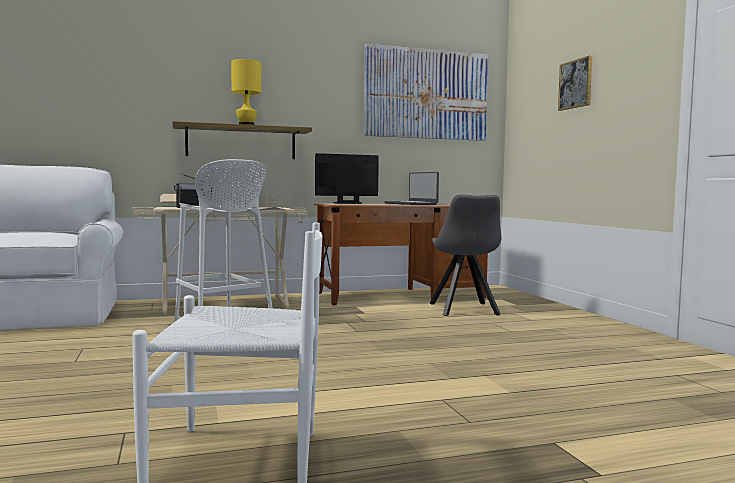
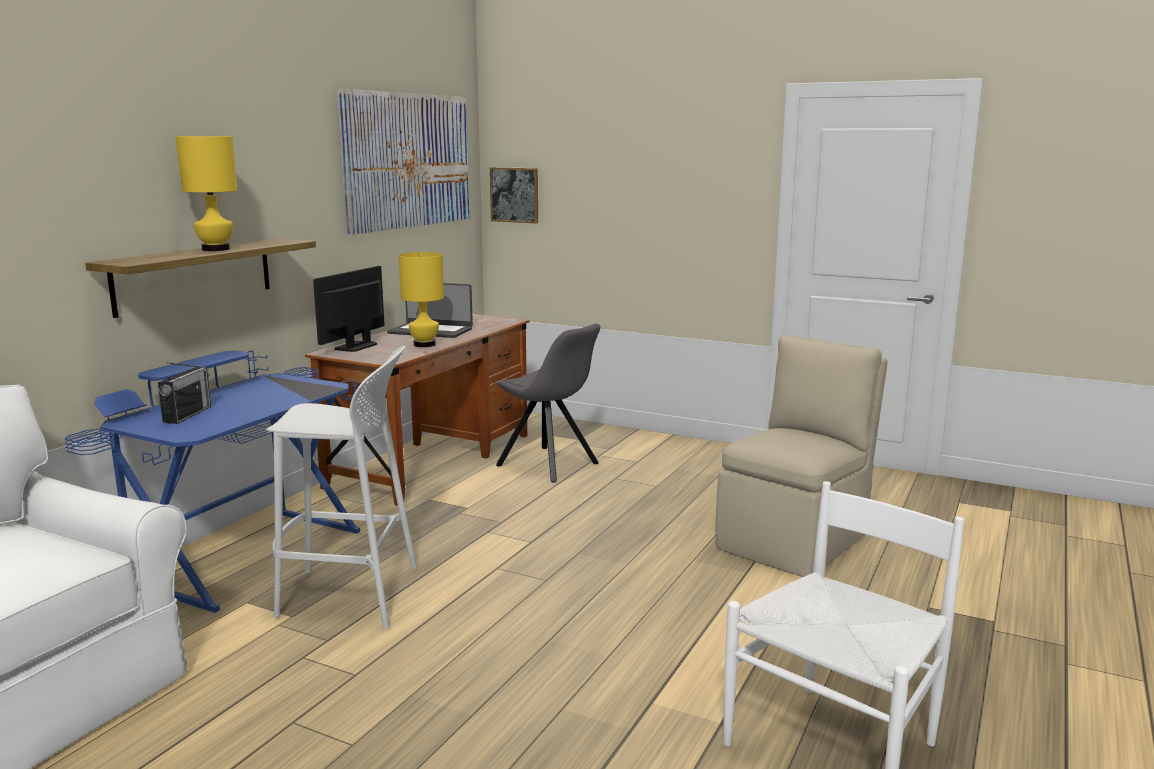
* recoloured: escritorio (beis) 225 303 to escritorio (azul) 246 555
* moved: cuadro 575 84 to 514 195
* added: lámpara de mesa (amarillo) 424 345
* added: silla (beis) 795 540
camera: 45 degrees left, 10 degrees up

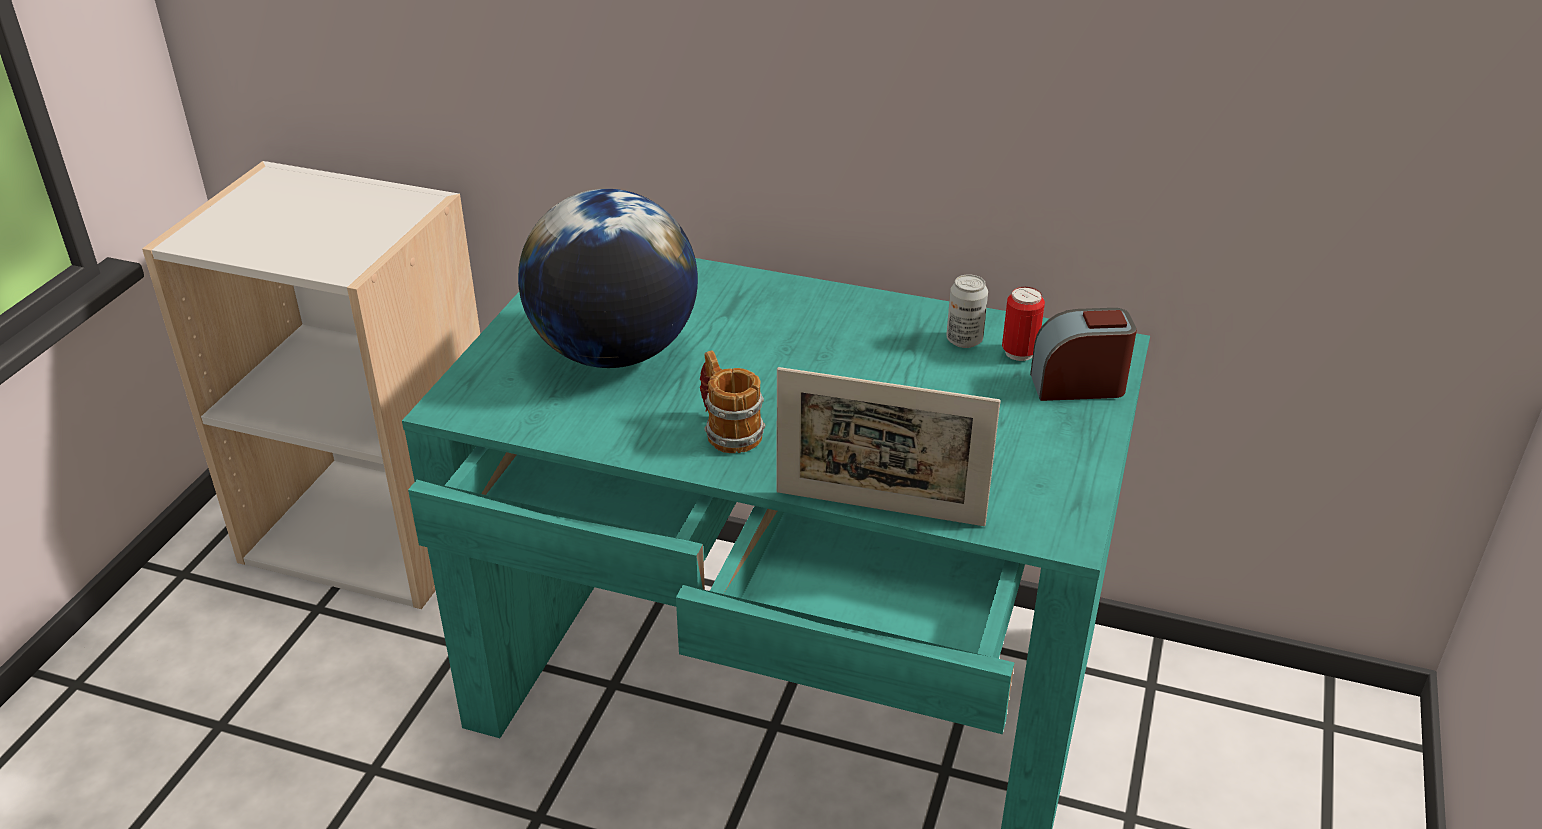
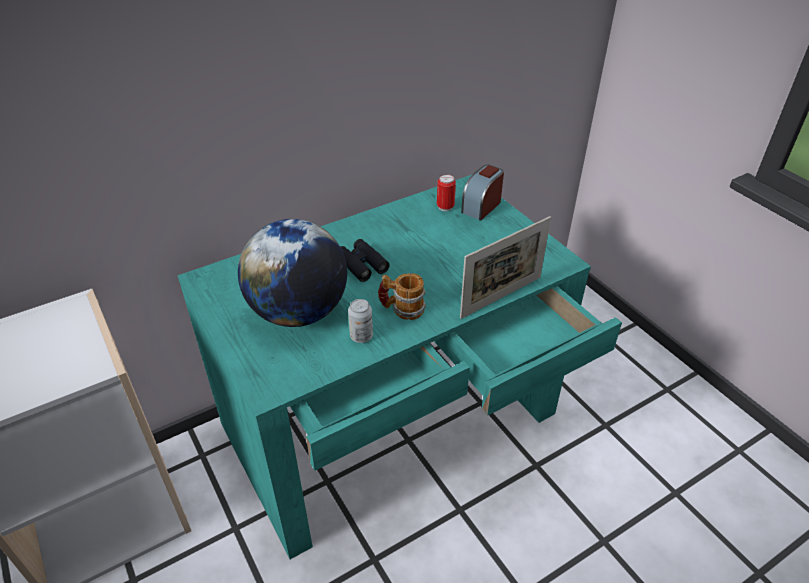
* moved: lata 964 340 to 361 336
* added: prismáticos (negro) 362 265
camera: 50 degrees left, 5 degrees up

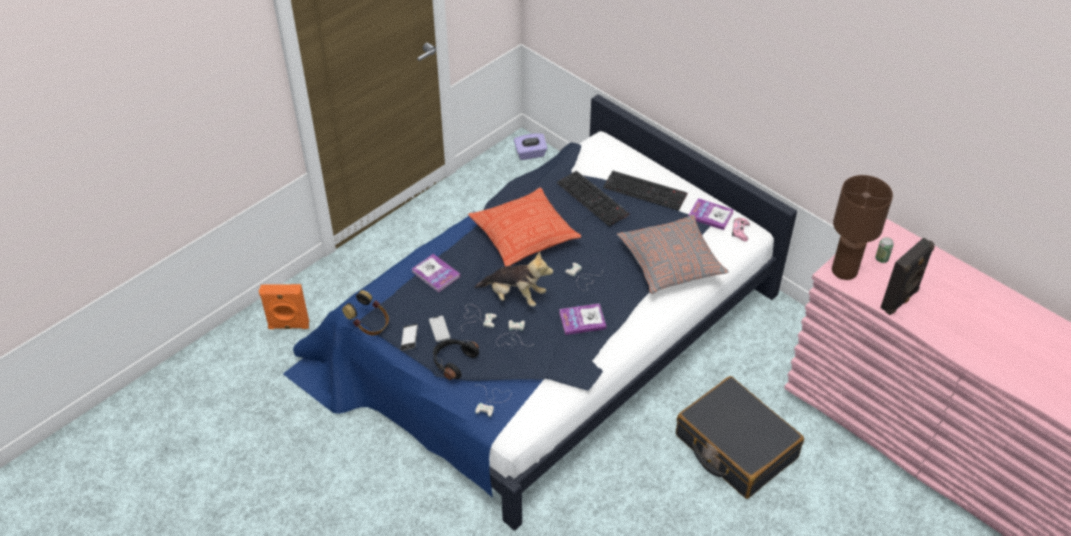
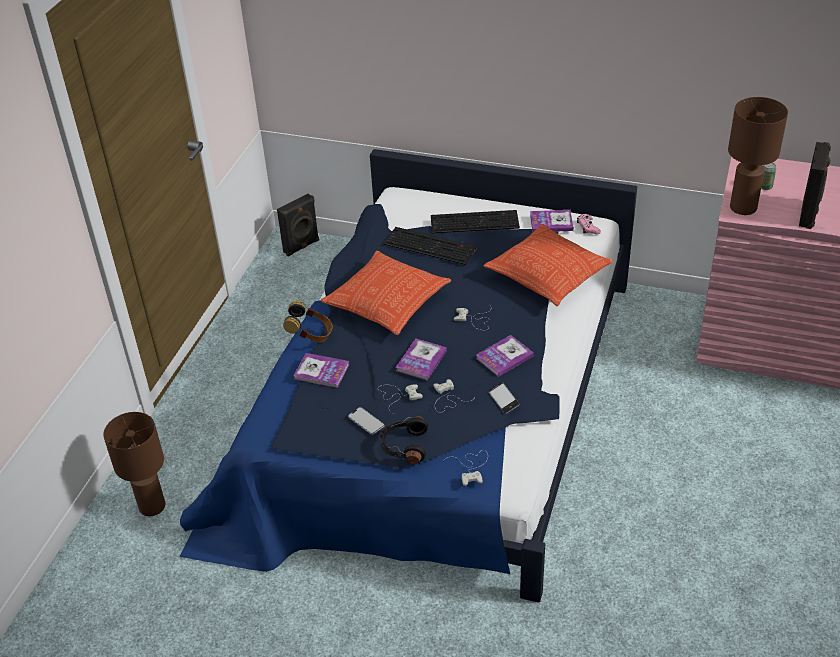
* replaced: altavoz (naranja) 288 326 to lámpara de mesa (marrón) 152 506
* moved: auriculares 369 324 to 311 335
* moved: móvil 409 339 to 503 400
* replaced: peluche 514 296 to libro 421 360
* replaced: caja de pañuelos (morado) 530 154 to altavoz (negro) 302 247
* recoloured: cojín (gris) 671 264 to cojín (naranja) 548 277
* removed: maleta (negro) 735 447
camera: 25 degrees left, 5 degrees down

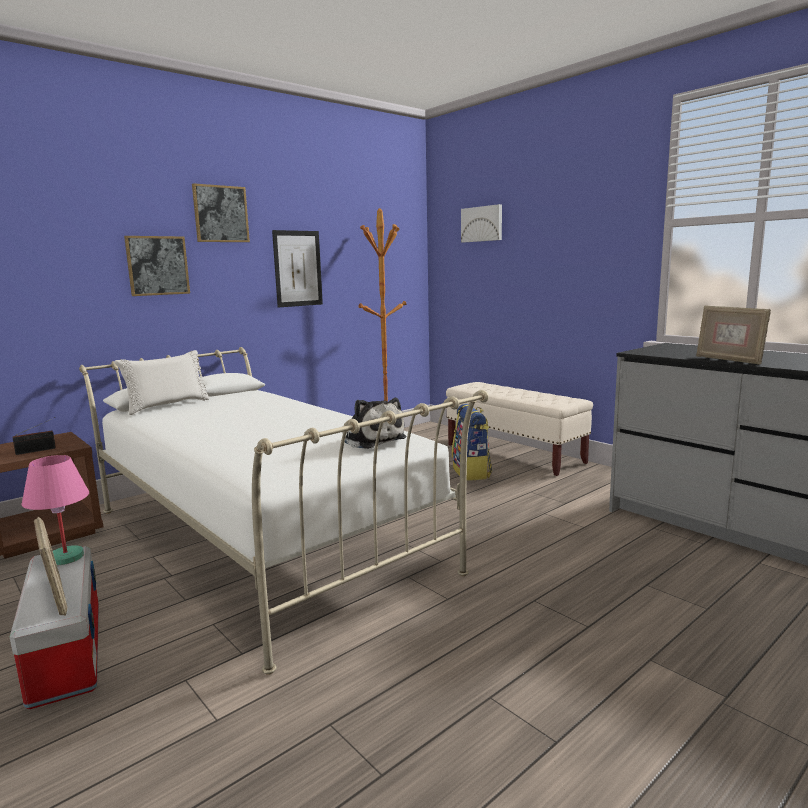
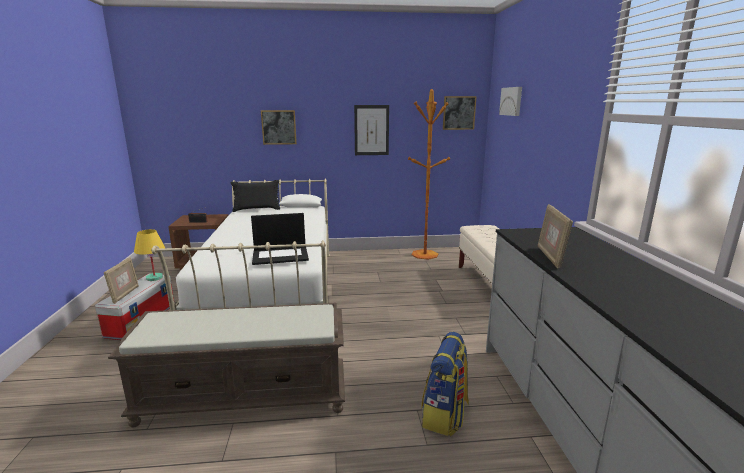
* recoloured: lámpara de mesa (rosa) 65 558 to lámpara de mesa (amarillo) 154 278
* recoloured: cojín (blanco) 167 406 to cojín (negro) 257 209
* moved: cuadro 220 214 to 459 113
* replaced: peluche 371 439 to portátil 281 255
* moved: mochila 472 473 to 445 415
* added: banco (marrón) 246 396
camera: 35 degrees right, 5 degrees up

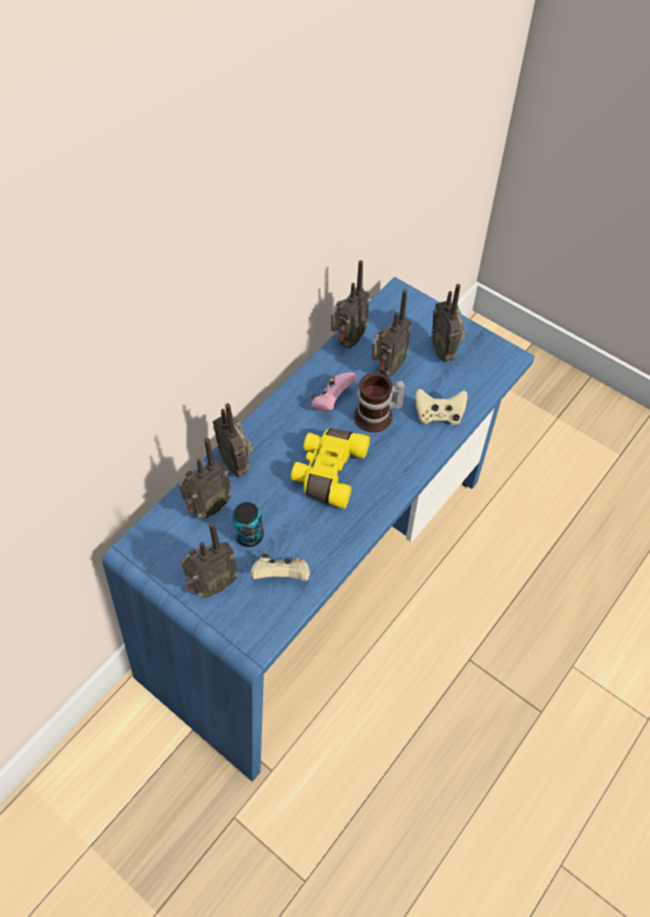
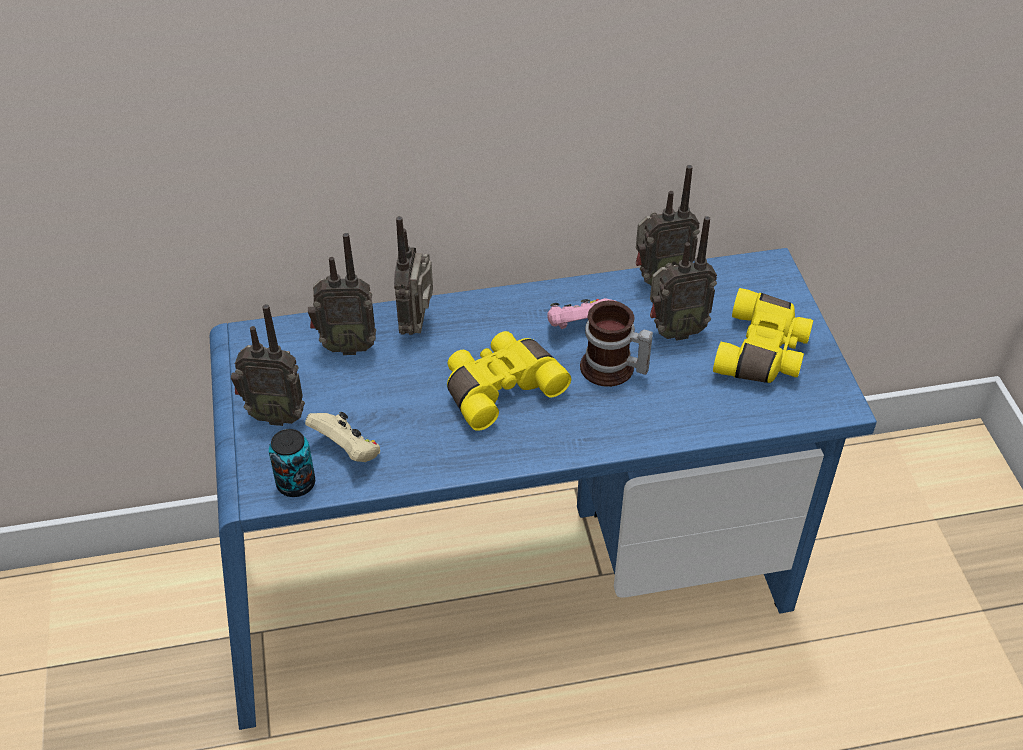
* moved: lata 249 535 to 296 484
* removed: mando de consola (beis) 439 415
* replaced: radio 444 351 to prismáticos (amarillo) 763 352
camera: 40 degrees right, 10 degrees down

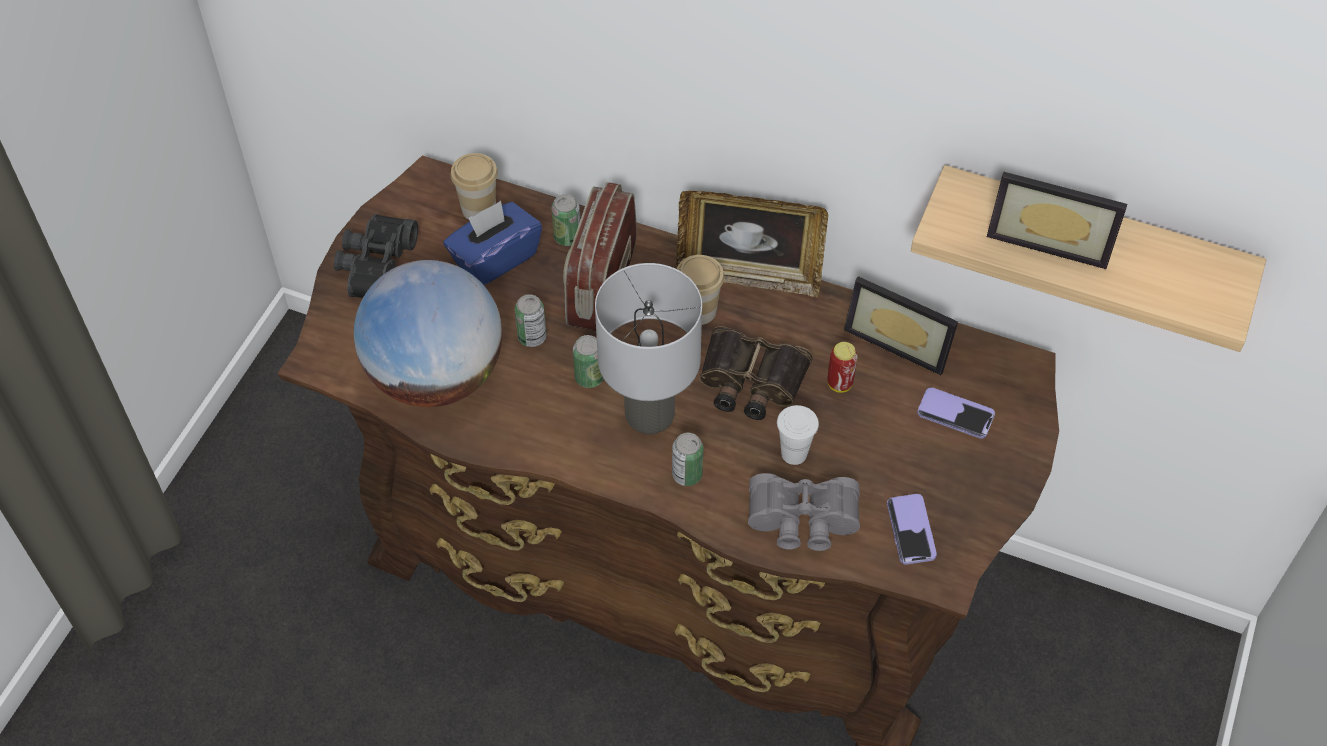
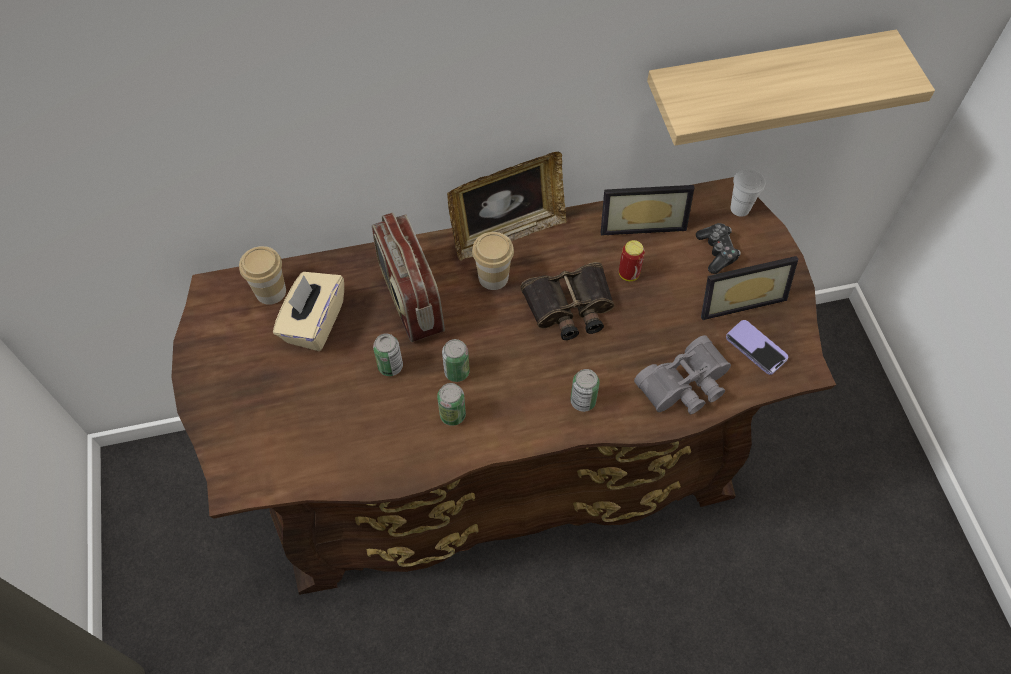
* removed: prismáticos (negro) 375 266
* removed: globo terráqueo 436 375
* recoloured: caja de pañuelos (azul) 495 258 to caja de pañuelos (beis) 314 323
* moved: lata 567 237 to 452 415
* removed: lámpara de mesa (blanco) 646 417
* moved: taza (blanco) 794 454 to 740 208
* replaced: móvil 955 414 to mando de consola 717 252
* moved: portarretratos 1050 237 to 738 297
camera: 35 degrees left, 5 degrees up

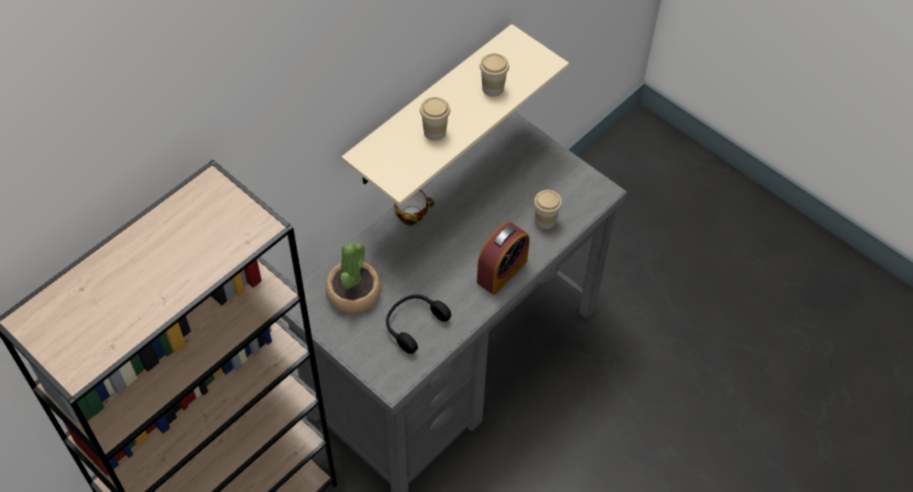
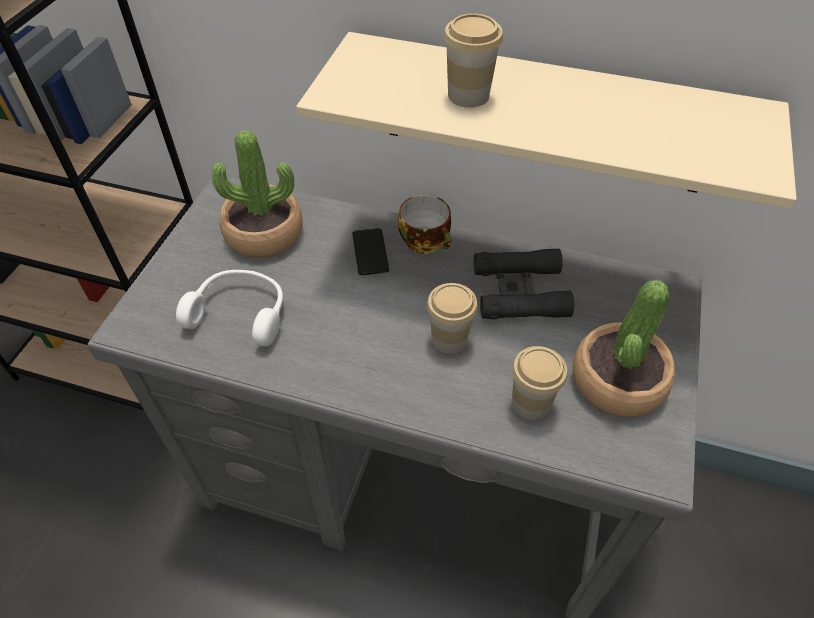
* recoloured: auriculares (negro) 414 324 to auriculares (blanco) 241 313
* removed: despertador 502 271
* moved: taza 493 88 to 449 339
* added: móvil 370 252
* added: prismáticos (negro) 519 292
* added: planta en maceta 618 381
camera: 65 degrees right, 5 degrees down

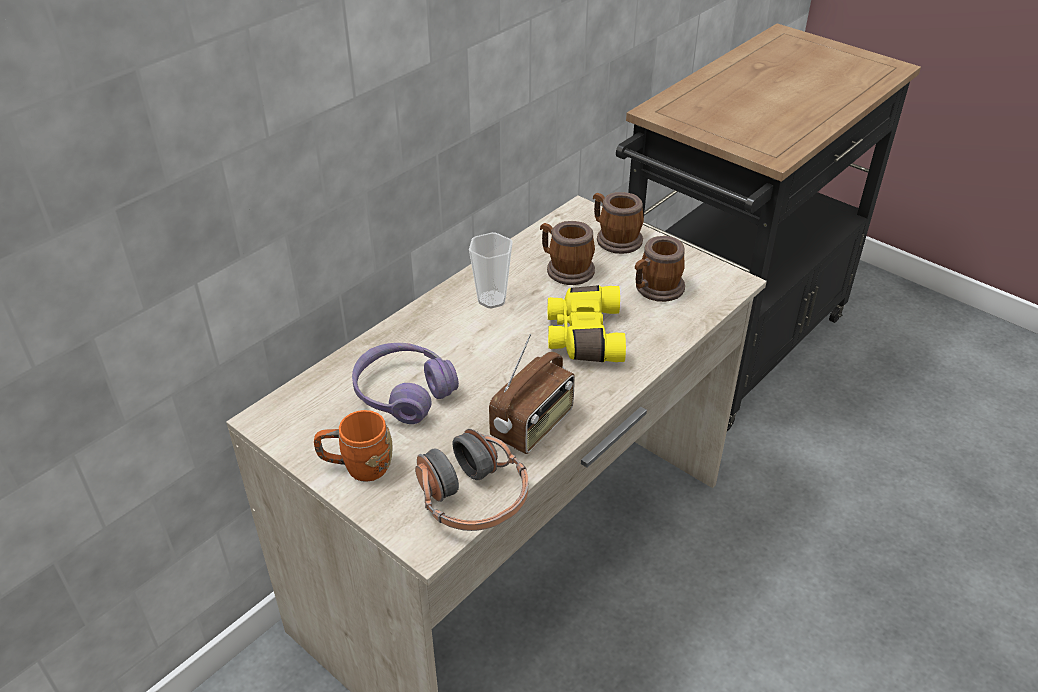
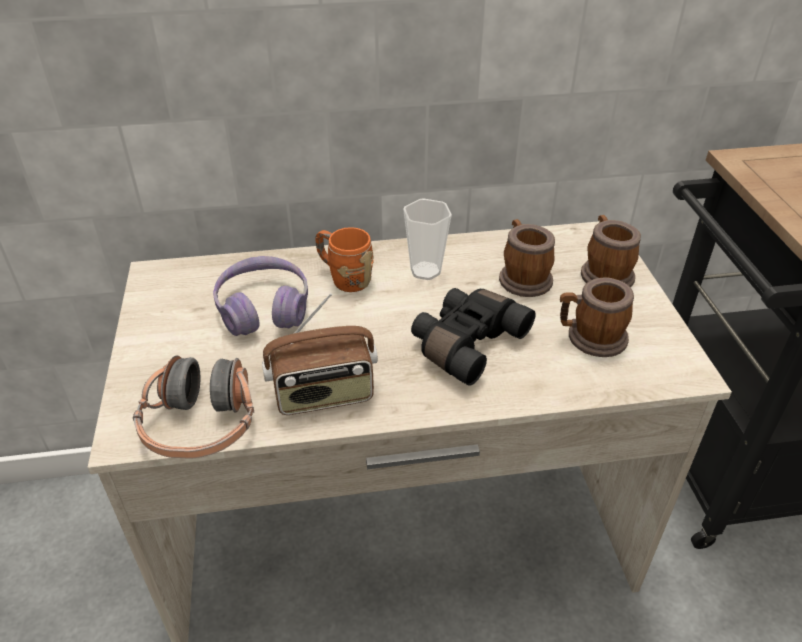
* moved: taza grande (naranja) 357 467 to 344 278
* recoloured: prismáticos (amarillo) 583 336 to prismáticos (negro) 466 342
camera: 40 degrees right, 0 degrees up

